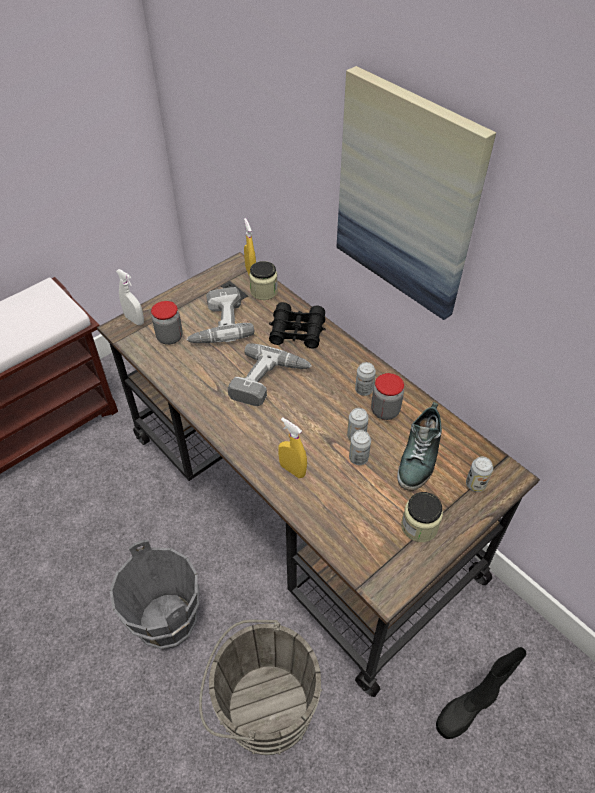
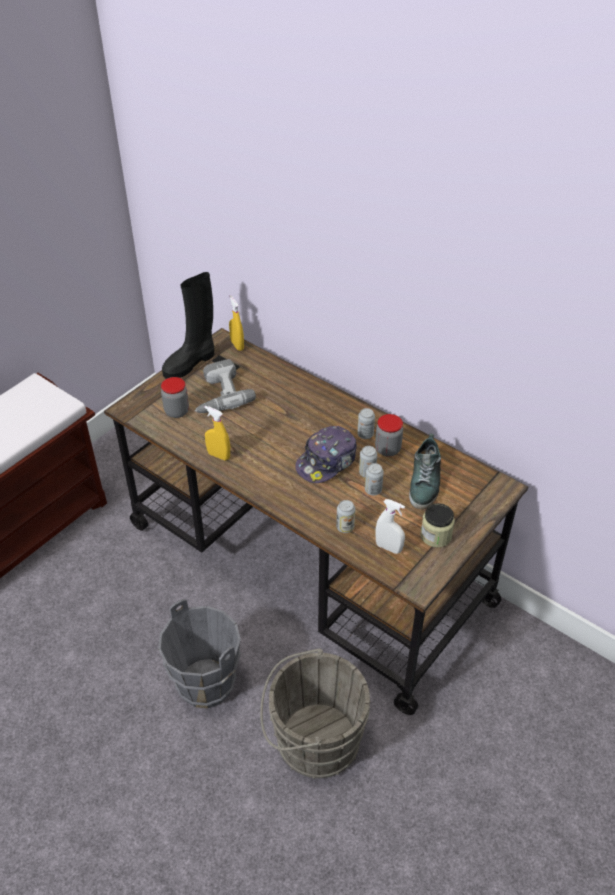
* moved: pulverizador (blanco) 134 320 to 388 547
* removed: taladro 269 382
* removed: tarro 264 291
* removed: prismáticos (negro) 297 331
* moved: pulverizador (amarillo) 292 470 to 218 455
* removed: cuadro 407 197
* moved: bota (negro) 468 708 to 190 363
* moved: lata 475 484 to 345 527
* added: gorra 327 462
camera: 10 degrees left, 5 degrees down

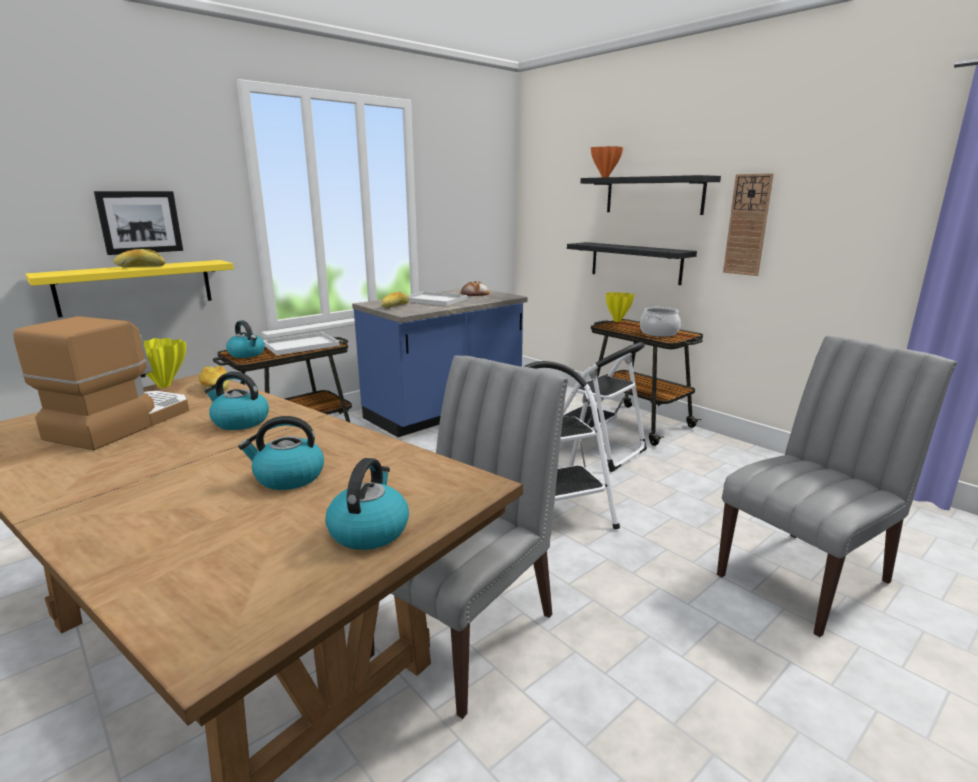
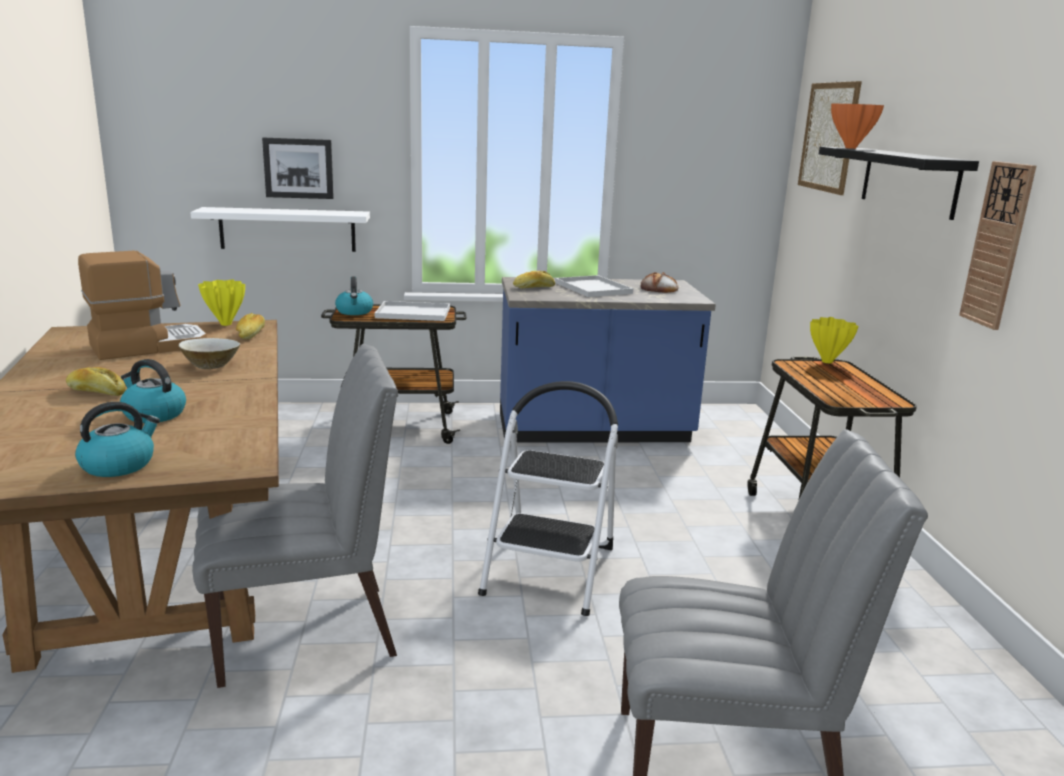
* recoloured: estante (amarillo) 136 287 to estante (blanco) 287 229
* moved: pan 140 267 to 96 392
* replaced: hervidor 240 422 to cuenco (beis) 211 365
* removed: escalera de tijera 595 449
* removed: estante (negro) 635 262
* removed: olla 659 333
* added: cuadro 829 135
camera: 35 degrees right, 0 degrees up

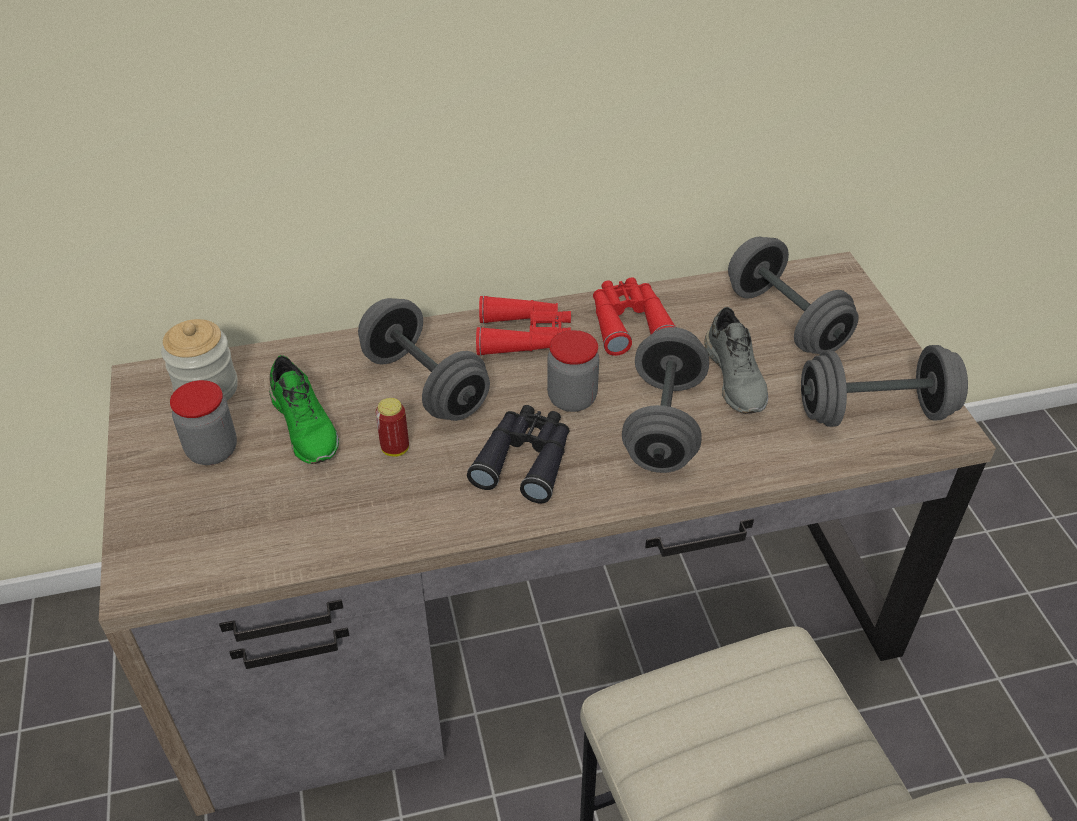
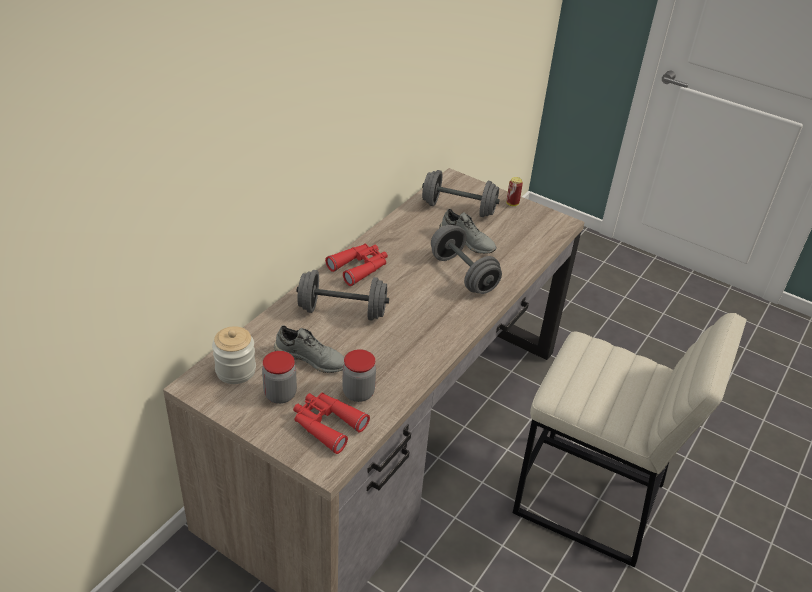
* recoloured: zapato (verde) 306 426 to zapato (gris) 311 358
* moved: lata 395 449 to 512 204
* removed: prismáticos (negro) 525 459
* moved: tarro 572 399 to 358 393
* moved: prismáticos (rojo) 629 323 to 327 425
* removed: mancuerna (gris) 874 412
camera: 45 degrees left, 5 degrees down

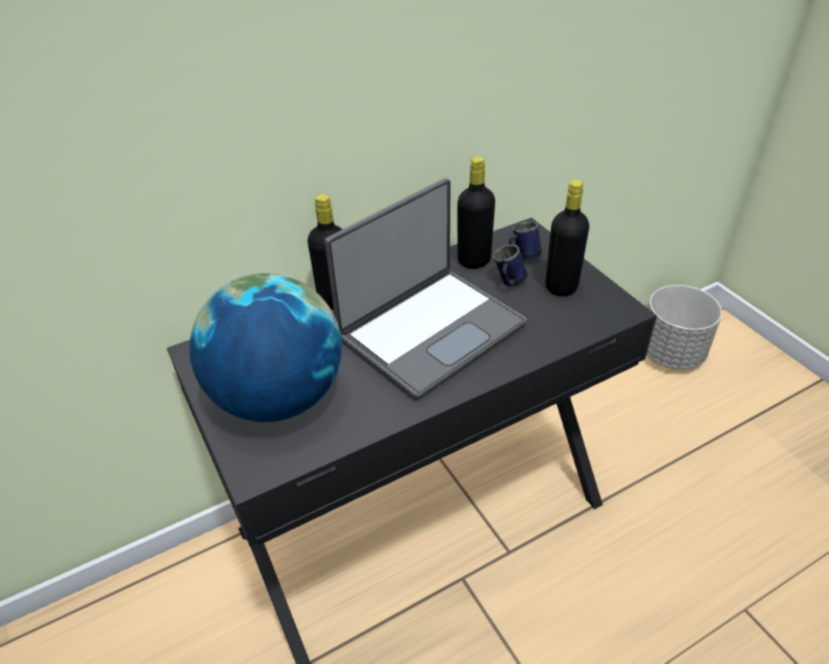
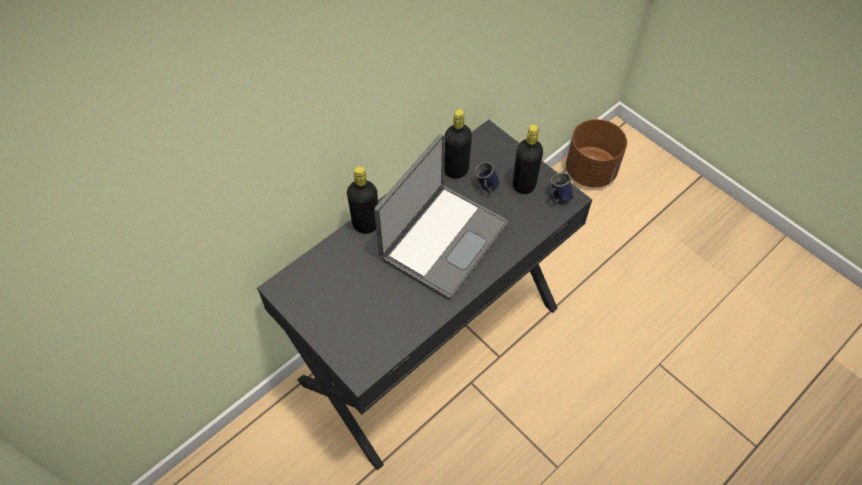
* removed: globo terráqueo 278 397
* moved: taza grande (azul) 522 257 to 557 198
* recoloured: maceta (gris) 671 353 to maceta (marrón) 591 171
camera: 15 degrees left, 15 degrees up

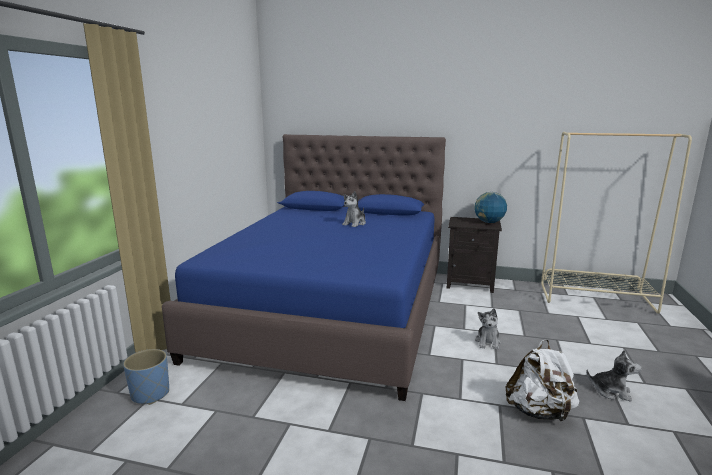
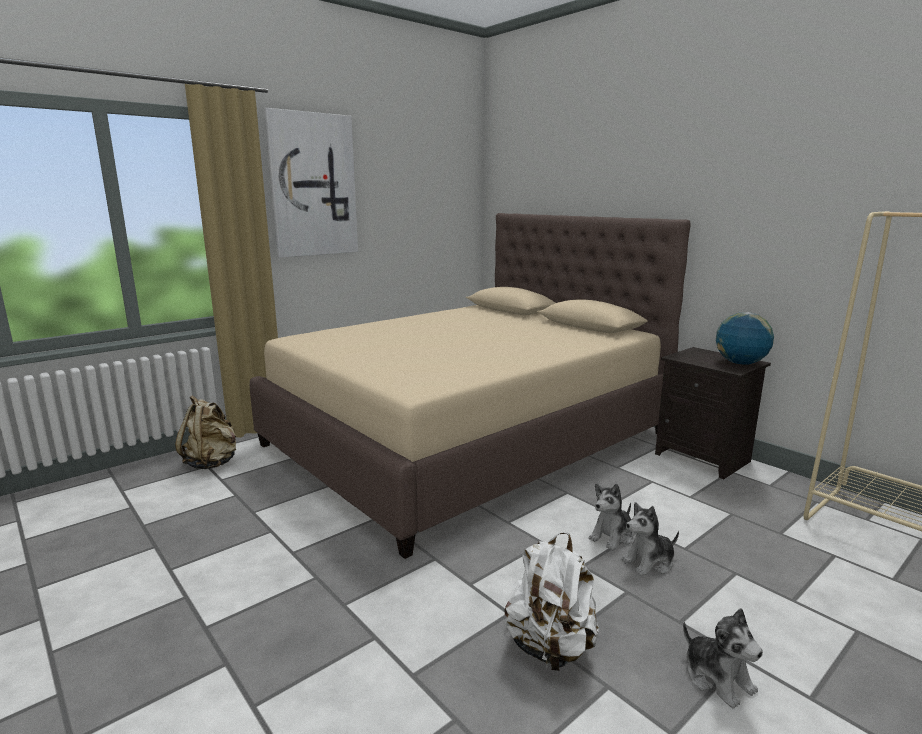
* replaced: maceta (azul) 150 394 to mochila (beis) 212 463
* recoloured: cama (azul) 331 310 to cama (beis) 467 439
* moved: peluche 355 223 to 649 562
* added: cuadro 313 185
camera: 35 degrees right, 0 degrees up

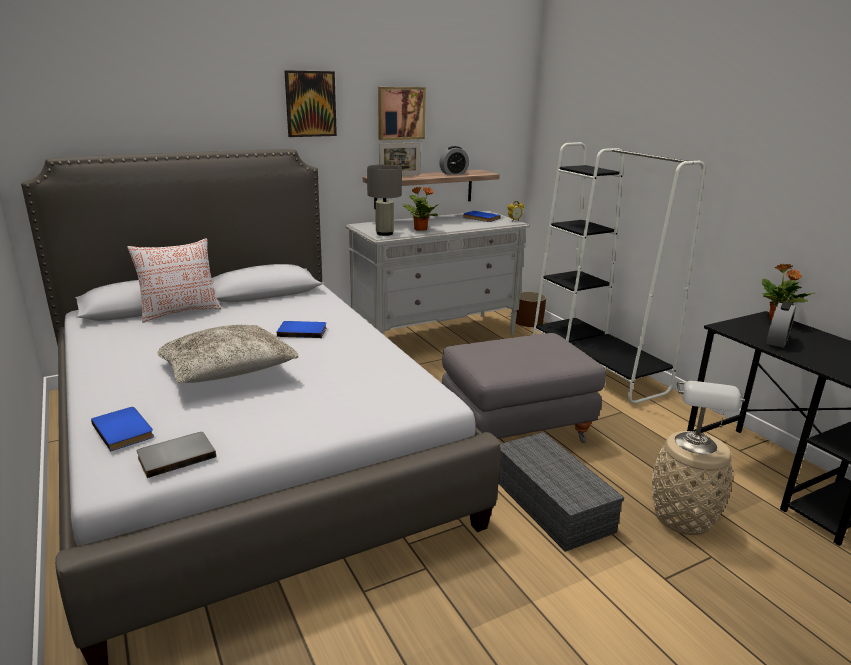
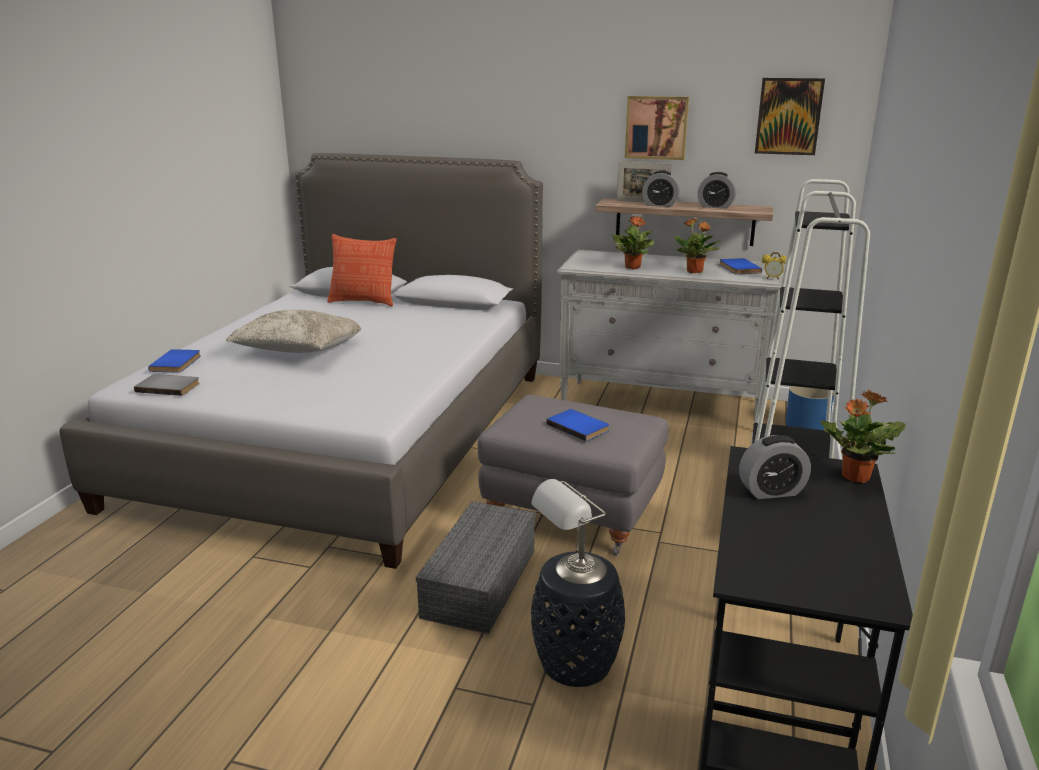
* recoloured: cojín (blanco) 180 312 to cojín (naranja) 364 302
* moved: libro (azul) 302 331 to 579 426
* moved: cuadro 310 104 to 788 116
* removed: lámpara de mesa (gris) 385 233
* recoloured: maceta (marrón) 528 321 to maceta (azul) 806 425
* recoloured: taburete (beis) 682 517 to taburete (negro) 576 662
* added: despertador 660 205
* added: planta en maceta 695 271
camera: 45 degrees right, 0 degrees up

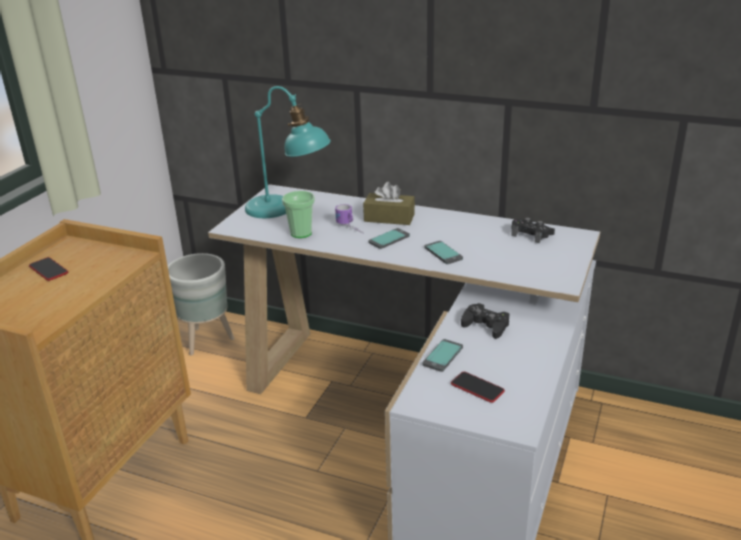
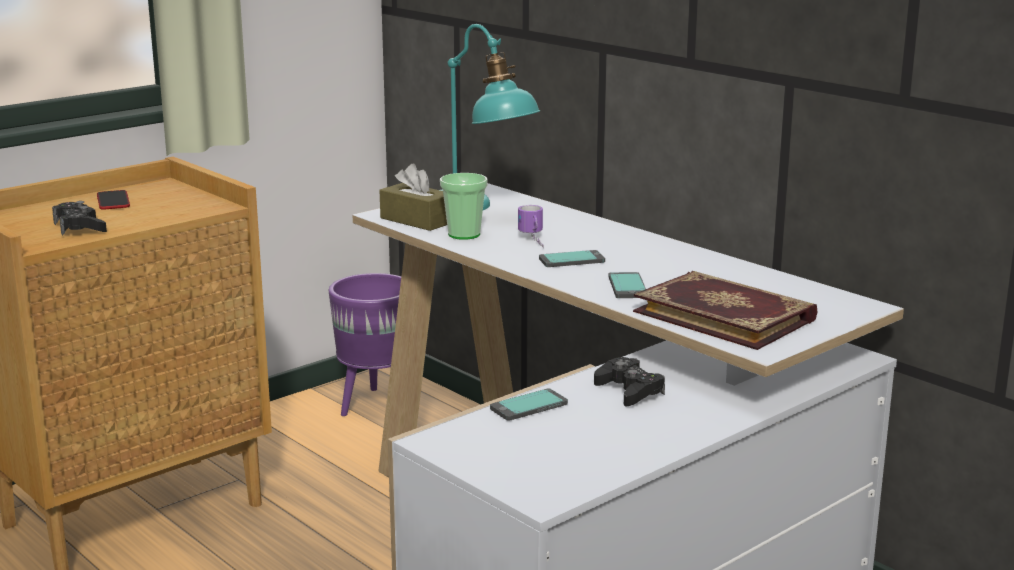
* recoloured: maceta (gris) 207 340 to maceta (morado) 377 405
* moved: caja de pañuelos (marrón) 389 218 to 417 220
* removed: móvil 477 388
* moved: mando de consola (negro) 531 234 to 79 227
* added: libro 725 315
camera: 25 degrees right, 10 degrees down

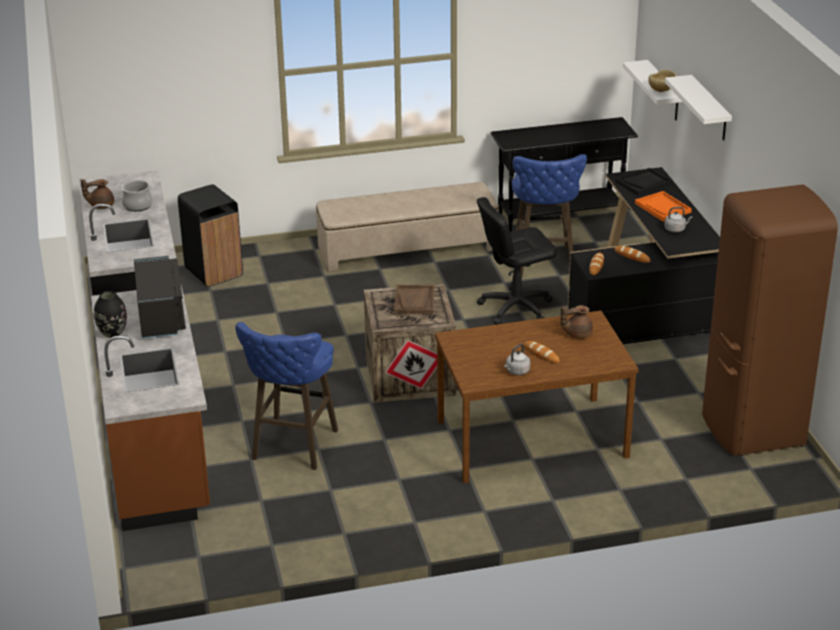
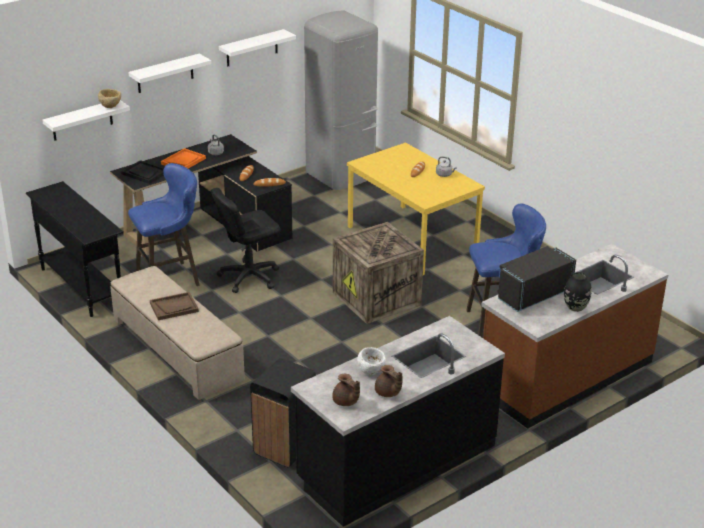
* replaced: olla 137 205 to cuenco (blanco) 371 371
* moved: bandeja (marrón) 414 301 to 174 307
* recoloured: mesa de comedor (marrón) 531 439 to mesa de comedor (amarillo) 413 239
* turned: silla de oficina (negro) 515 308 = 249 277 105 degrees clockwise
* moved: tetera (marrón) 577 334 to 346 402
* recoloured: nevera (marrón) 750 430 to nevera (gris) 342 176
* added: estante (blanco) 252 48
camera: 115 degrees left, 0 degrees up

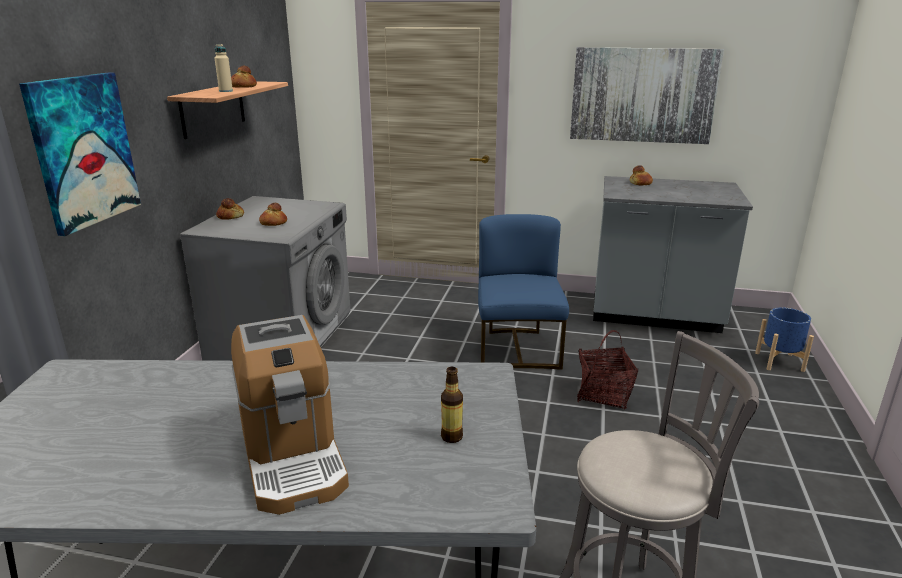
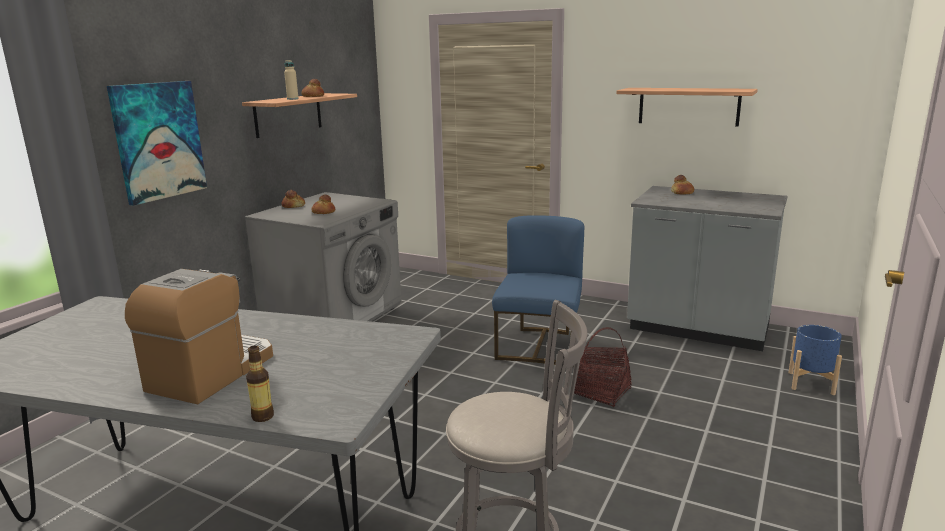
* turned: cafetera 292 457 = 212 373 150 degrees counterclockwise
* moved: botella 451 437 to 262 417
* replaced: cuadro 642 95 to estante 688 106
camera: 15 degrees right, 5 degrees down

